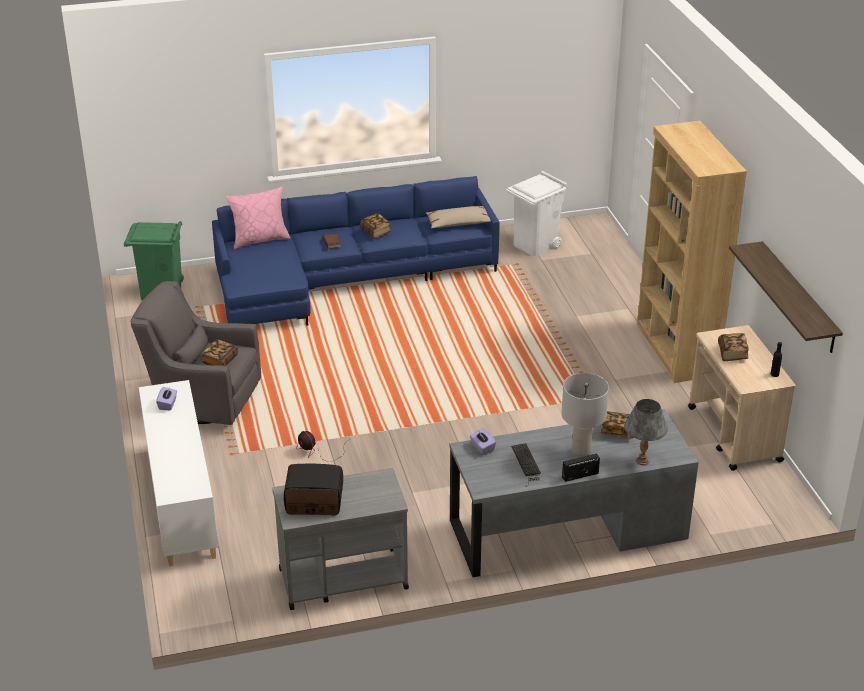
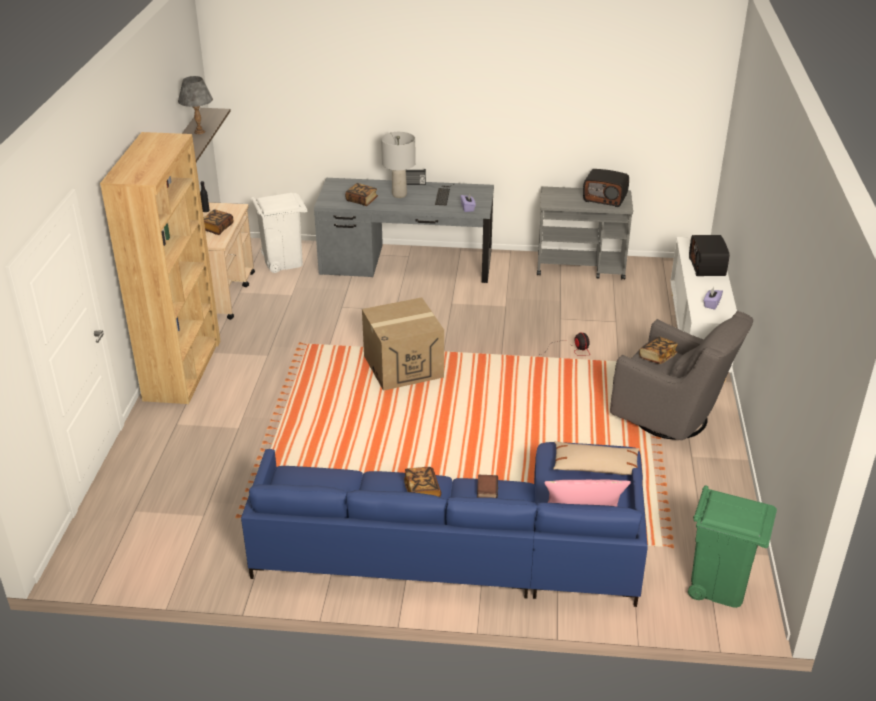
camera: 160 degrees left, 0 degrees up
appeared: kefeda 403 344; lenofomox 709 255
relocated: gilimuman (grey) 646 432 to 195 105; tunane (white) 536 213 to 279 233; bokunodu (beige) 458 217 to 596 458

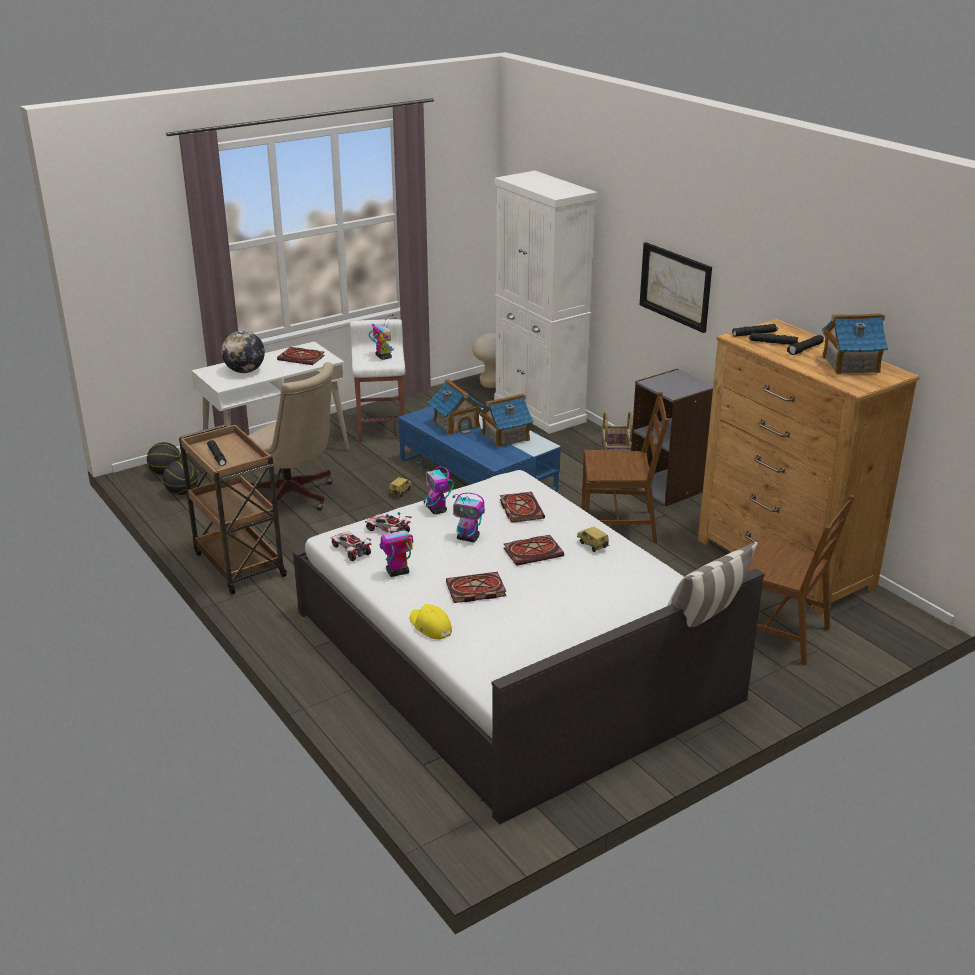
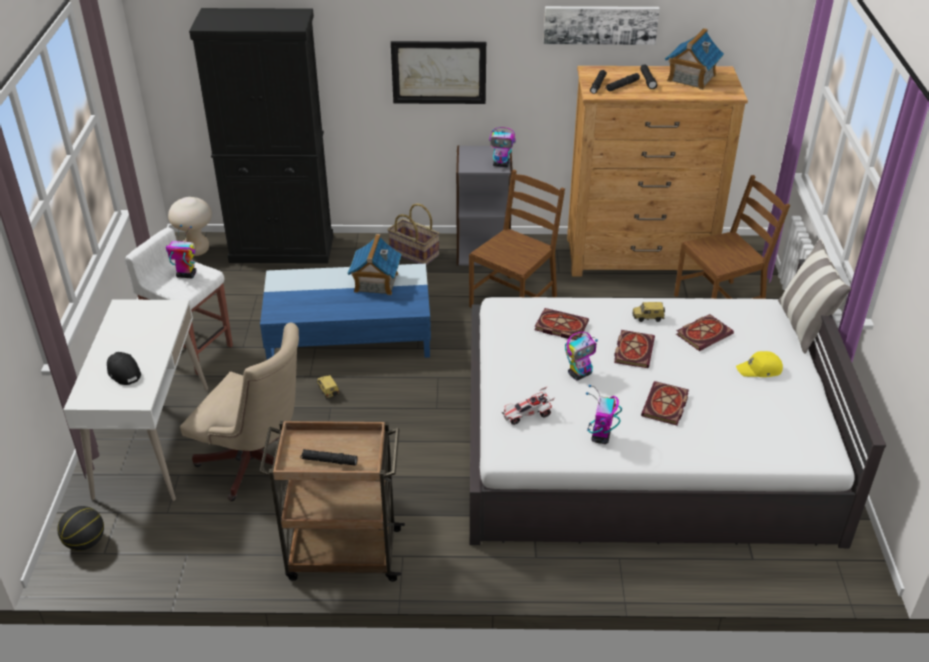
camera: 55 degrees left, 10 degrees up
missing: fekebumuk 180 478; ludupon 351 546; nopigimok 456 407
appeared: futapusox 601 25
relocated: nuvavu 435 488 to 502 147; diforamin 301 356 to 705 332; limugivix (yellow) 431 621 to 759 364
exchanged: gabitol 243 352 to limugivix (black) 124 368
colour: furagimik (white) 545 302 to furagimik (black) 261 136
spun: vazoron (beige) 291 436 = 239 412 45 degrees clockwise

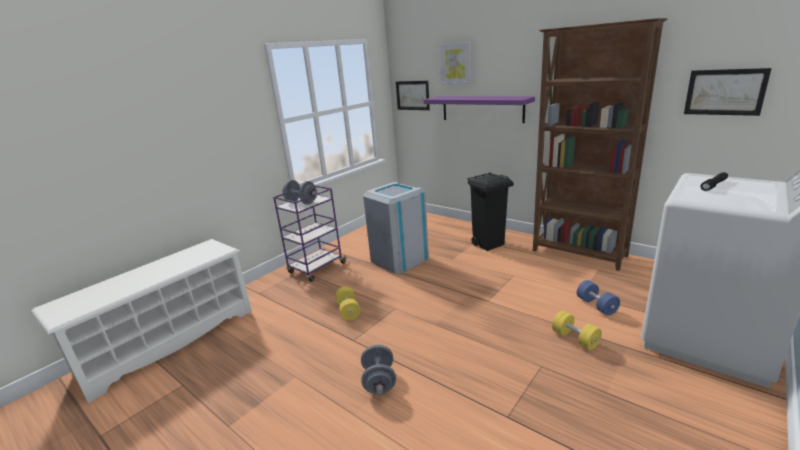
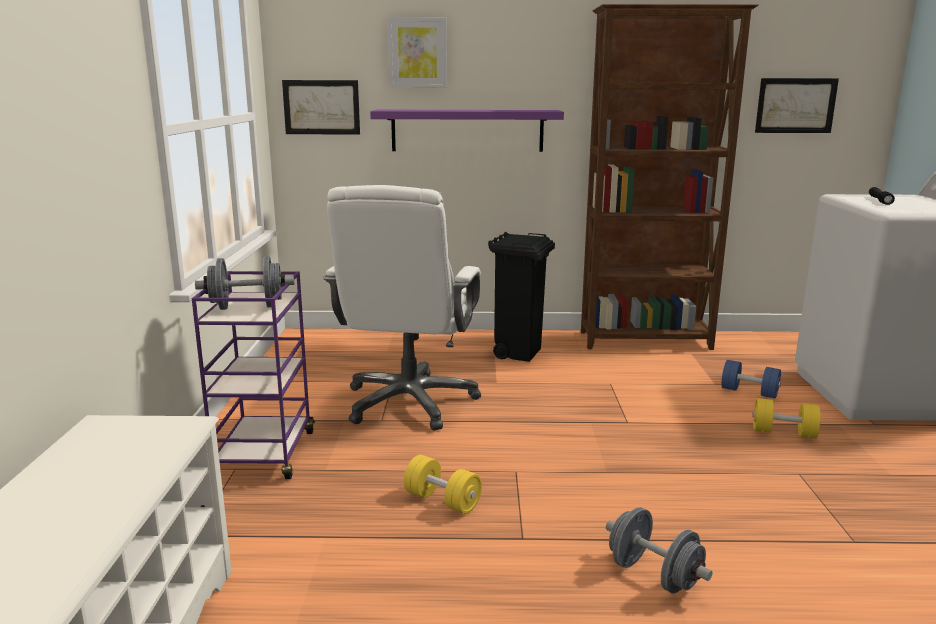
camera: 40 degrees left, 5 degrees down
exchanged: tunane (grey) 396 228 to vazoron (white) 402 308

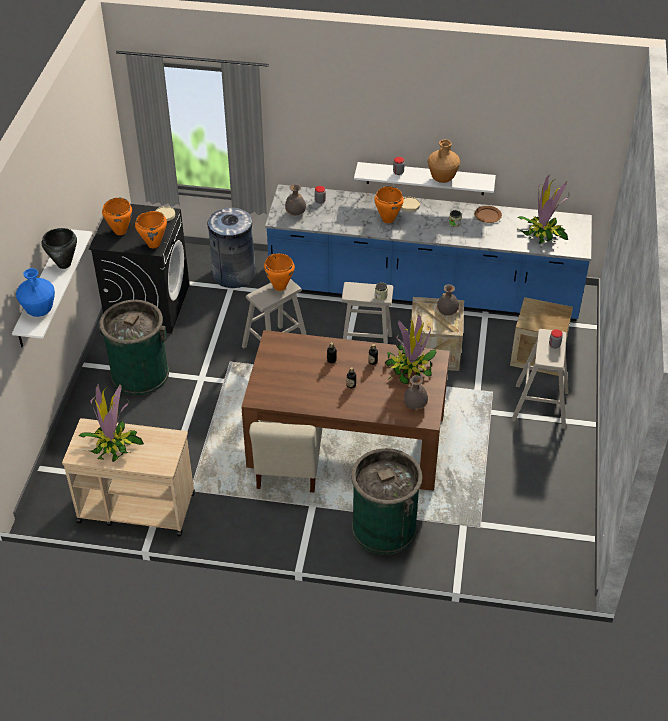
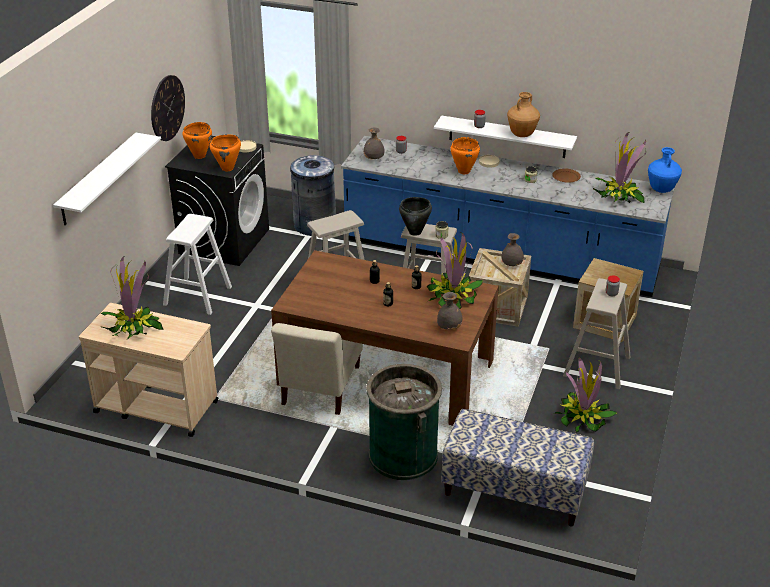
camera: 10 degrees right, 10 degrees down
missing: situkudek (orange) 279 272
appeared: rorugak 168 108; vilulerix 517 468; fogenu 586 395
relocated: situkudek (black) 59 248 to 415 216; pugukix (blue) 35 292 to 665 170
exchanged: tunane (green) 133 347 to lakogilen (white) 197 264

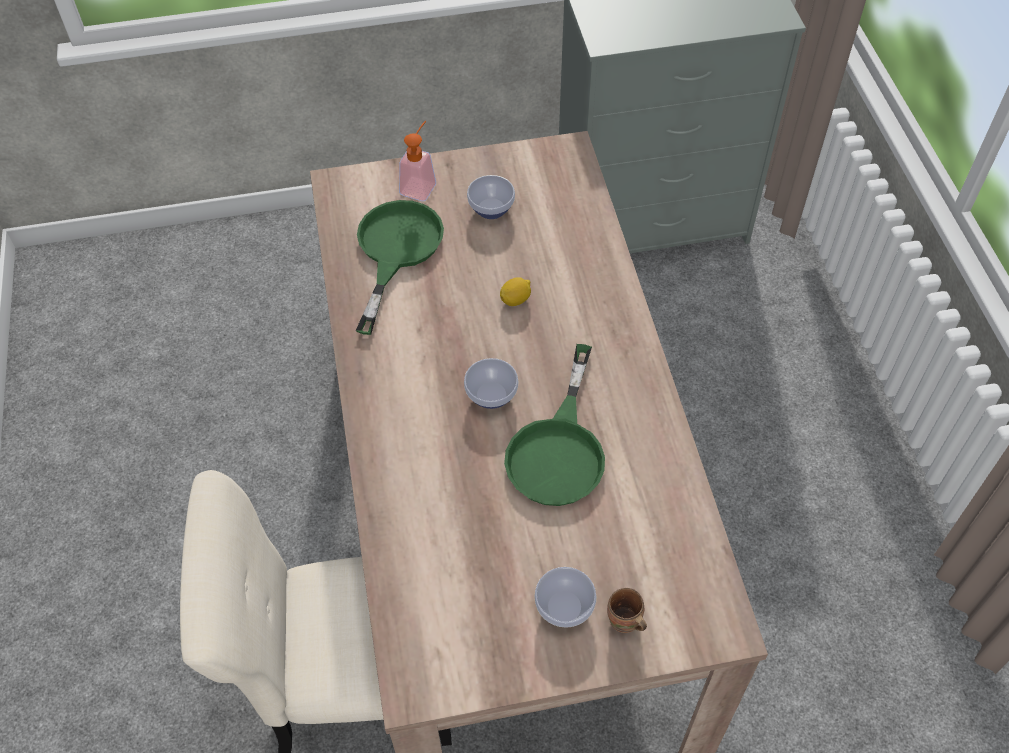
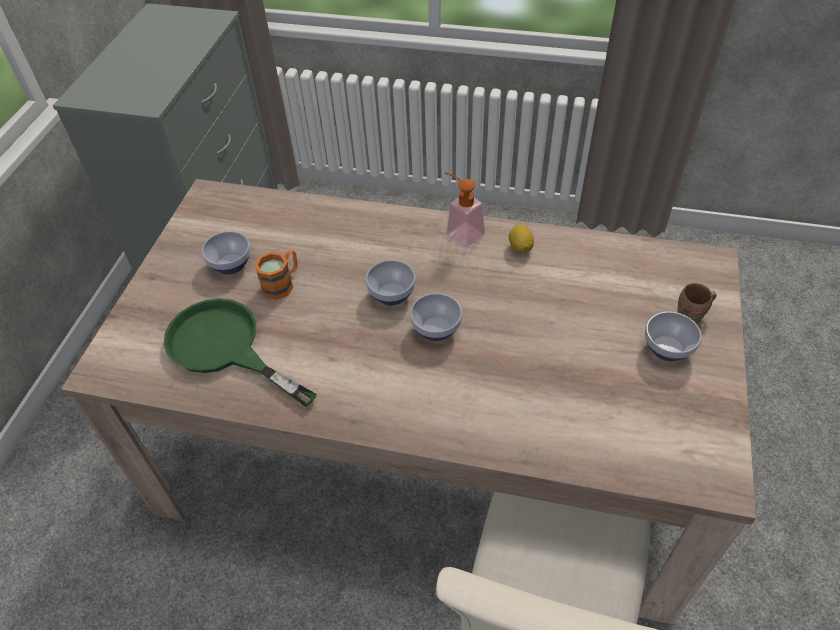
camera: 65 degrees left, 5 degrees down
missing: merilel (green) 554 425
appeared: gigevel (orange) 276 274; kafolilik 391 282
relocated: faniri 417 161 to 465 210; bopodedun 515 291 to 521 239

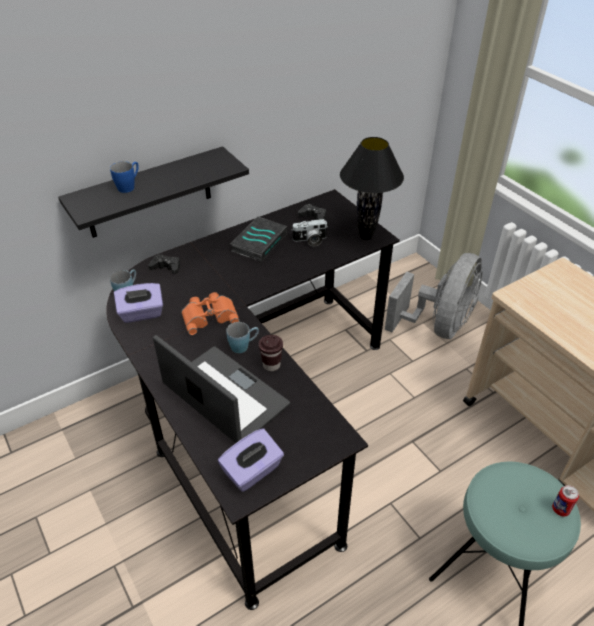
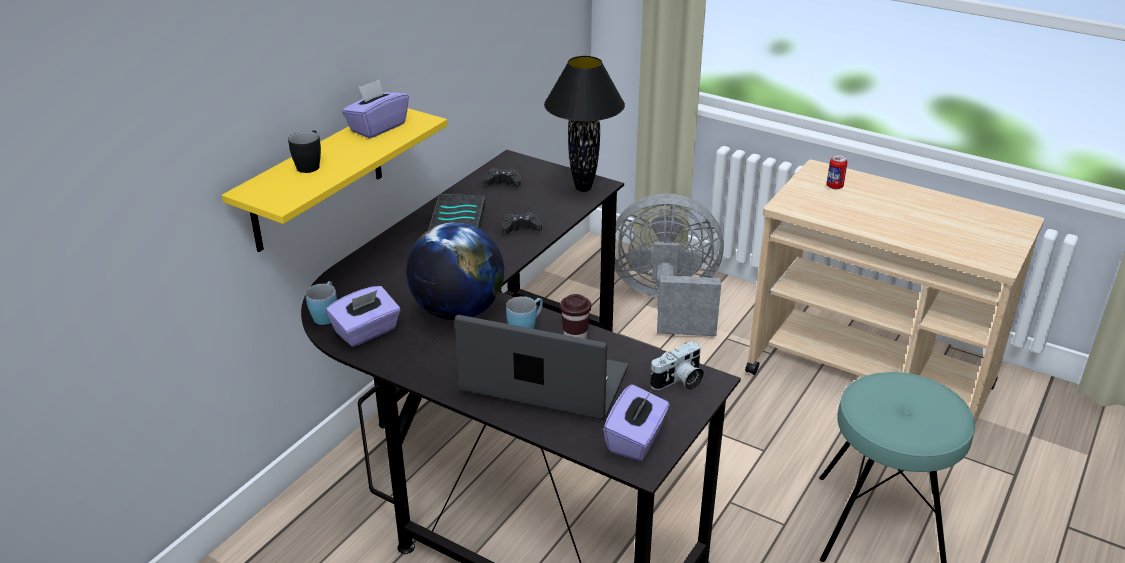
camera: 25 degrees left, 10 degrees down
appeared: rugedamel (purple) 375 109
relocated: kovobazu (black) 164 264 to 522 223; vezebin 309 233 to 677 365; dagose 565 500 to 837 172
exchanged: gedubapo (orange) 210 313 to gabitol 455 271
colour: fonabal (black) 153 192 to fonabal (yellow) 334 180; gigevel (blue) 124 177 to gigevel (black) 304 151
spun: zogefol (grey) 434 296 = 669 264 90 degrees counterclockwise

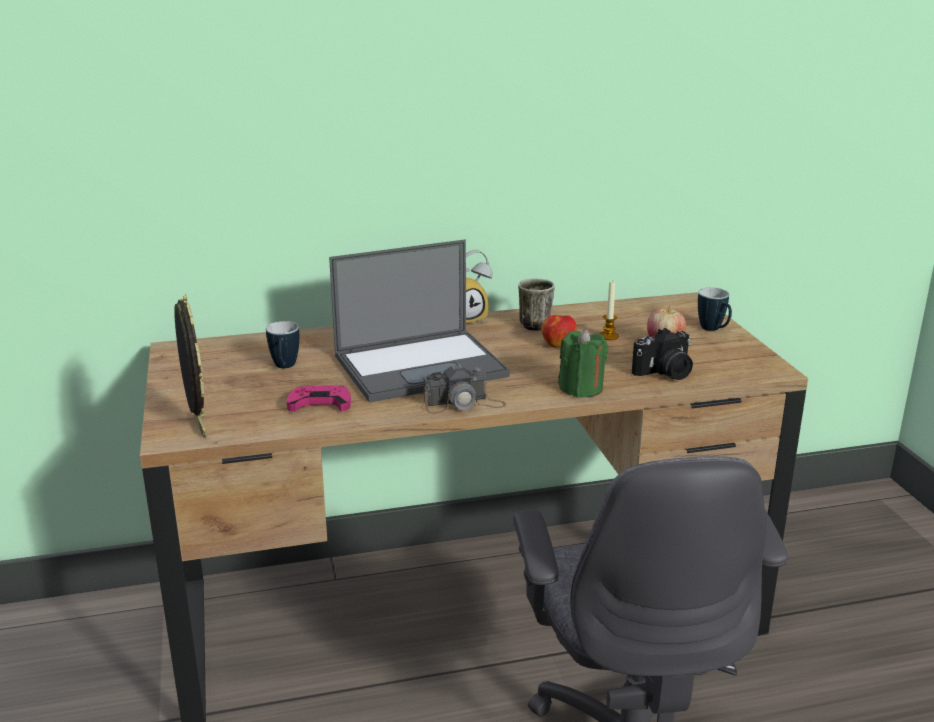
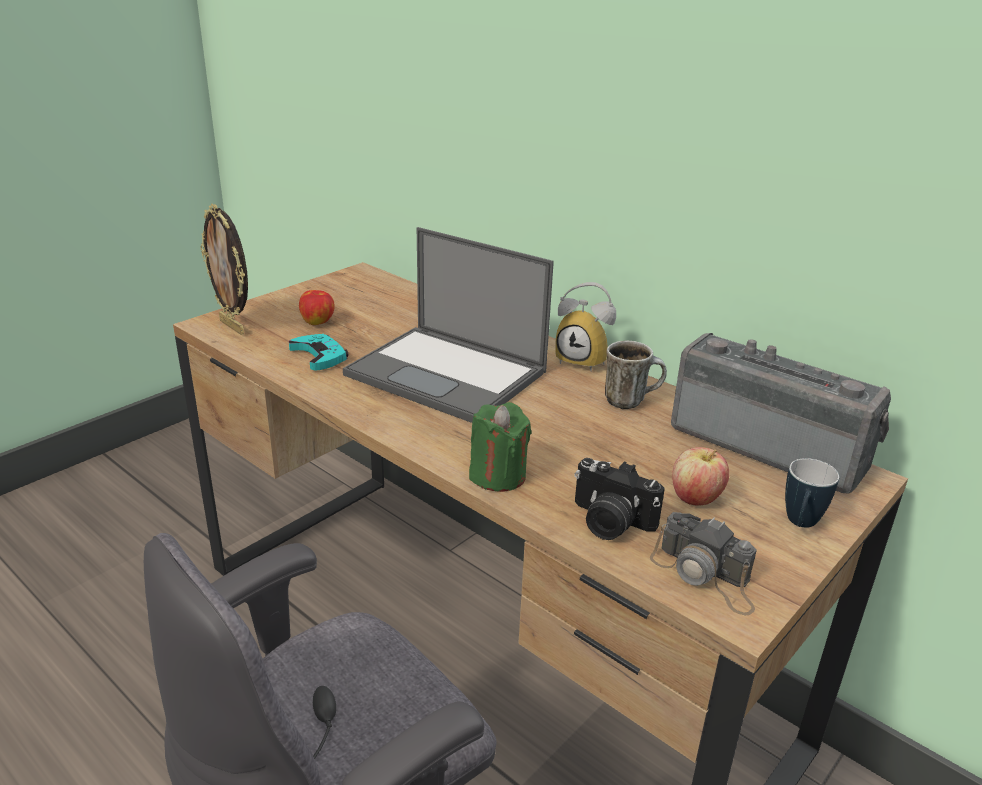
camera: 55 degrees right, 5 degrees up
missing: gigevel 282 344; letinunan 609 310
appeared: lenofomox 781 413
relocated: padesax 559 331 to 317 307; vezebin 464 388 to 703 563
colour: kovobazu (pink) 319 399 to kovobazu (turquoise) 318 352
spun: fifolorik 190 366 = 224 269 105 degrees clockwise

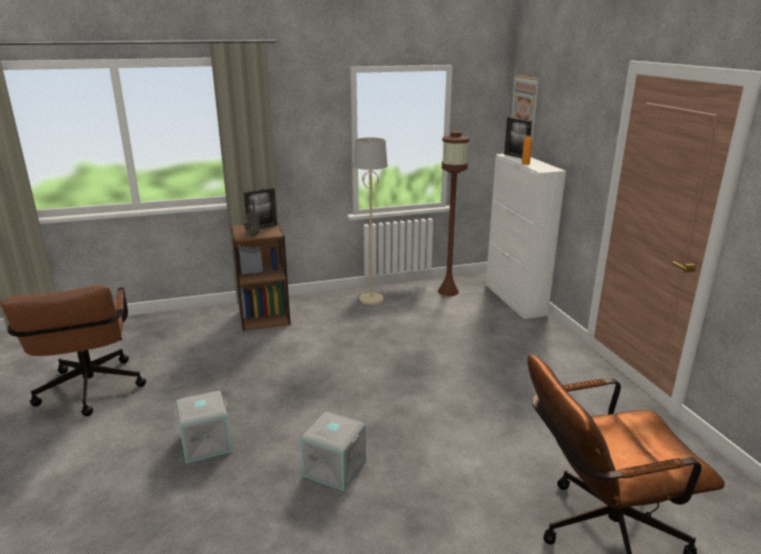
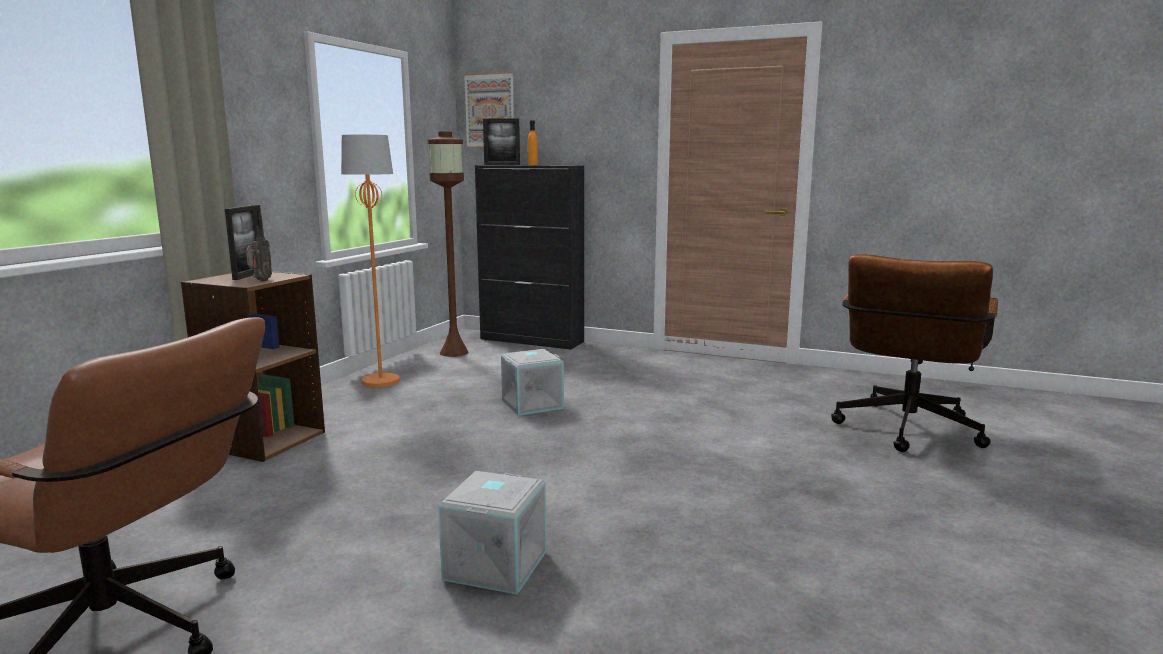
camera: 50 degrees left, 10 degrees down
relocated: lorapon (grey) 333 451 to 532 382
colour: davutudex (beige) 371 221 to davutudex (orange) 370 261; furagimik (white) 526 236 to furagimik (black) 529 257

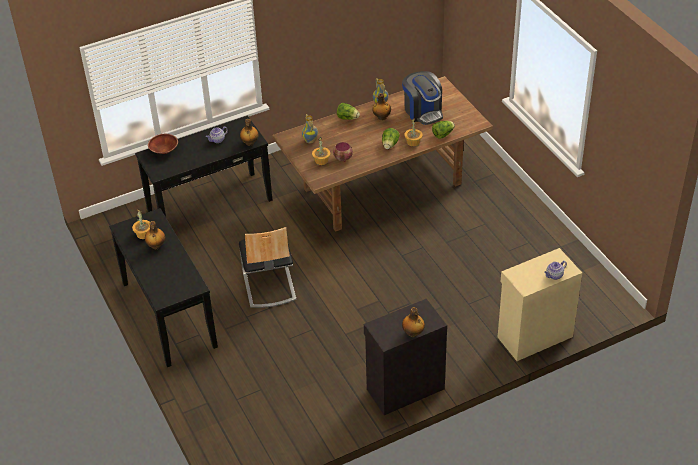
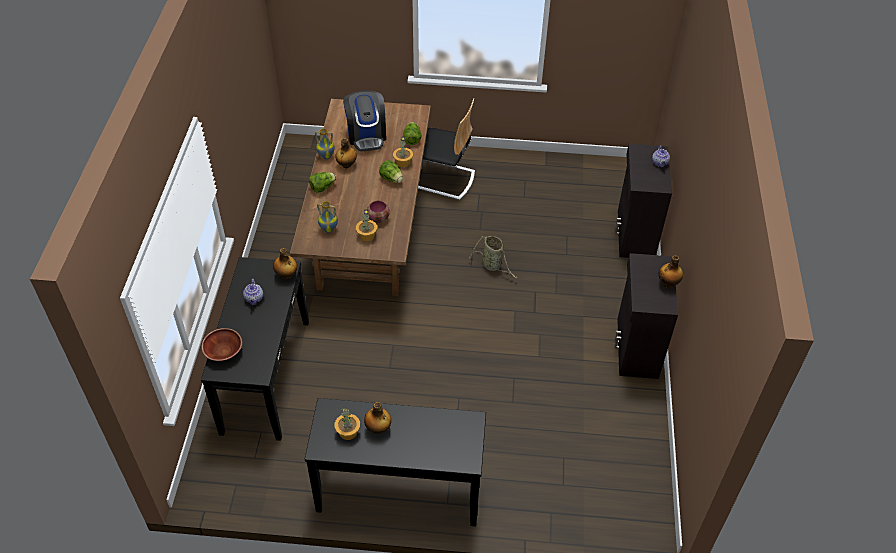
camera: 60 degrees left, 5 degrees up
appeared: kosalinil 493 257
relocated: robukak 267 267 to 446 149
colour: furagimik (beige) 540 304 to furagimik (black) 643 201
spun: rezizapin 422 98 = 364 120 75 degrees clockwise

